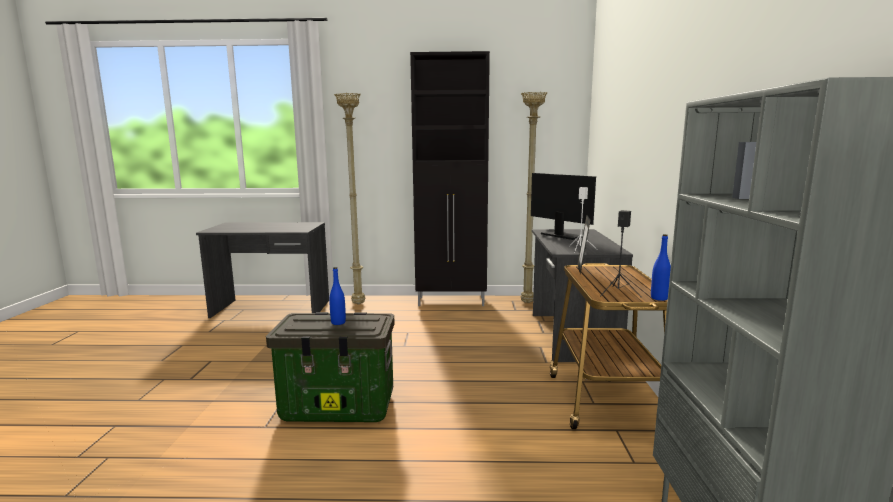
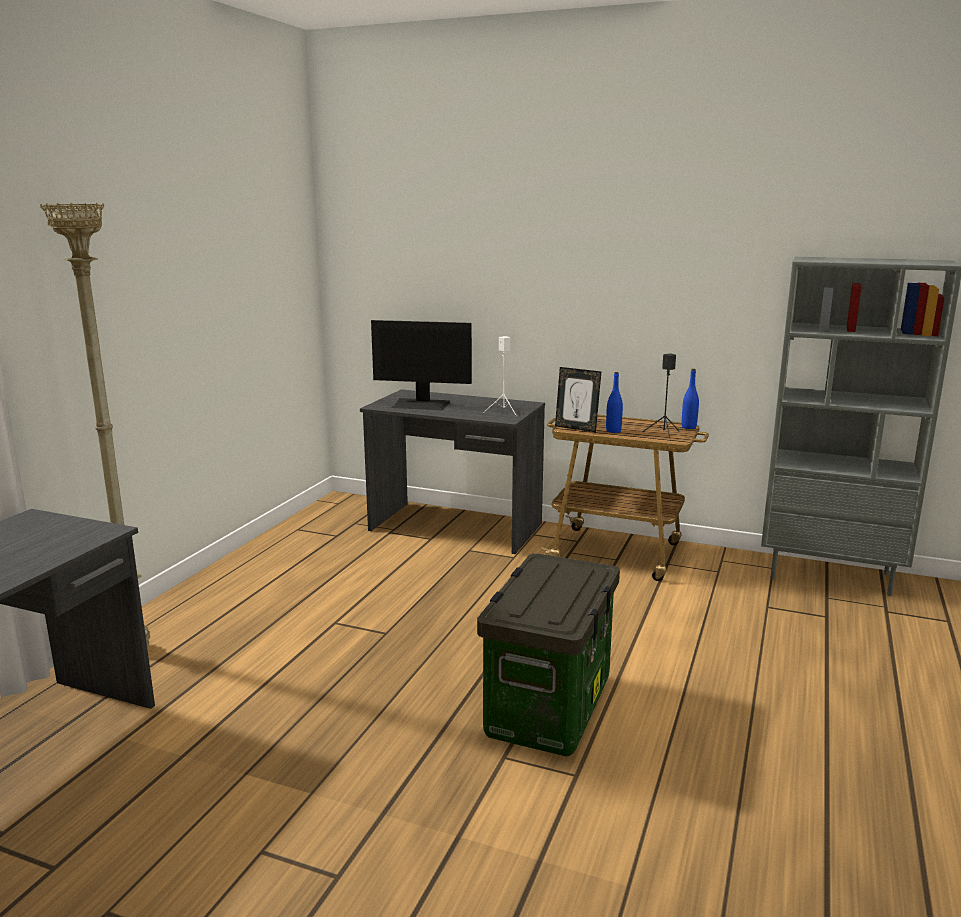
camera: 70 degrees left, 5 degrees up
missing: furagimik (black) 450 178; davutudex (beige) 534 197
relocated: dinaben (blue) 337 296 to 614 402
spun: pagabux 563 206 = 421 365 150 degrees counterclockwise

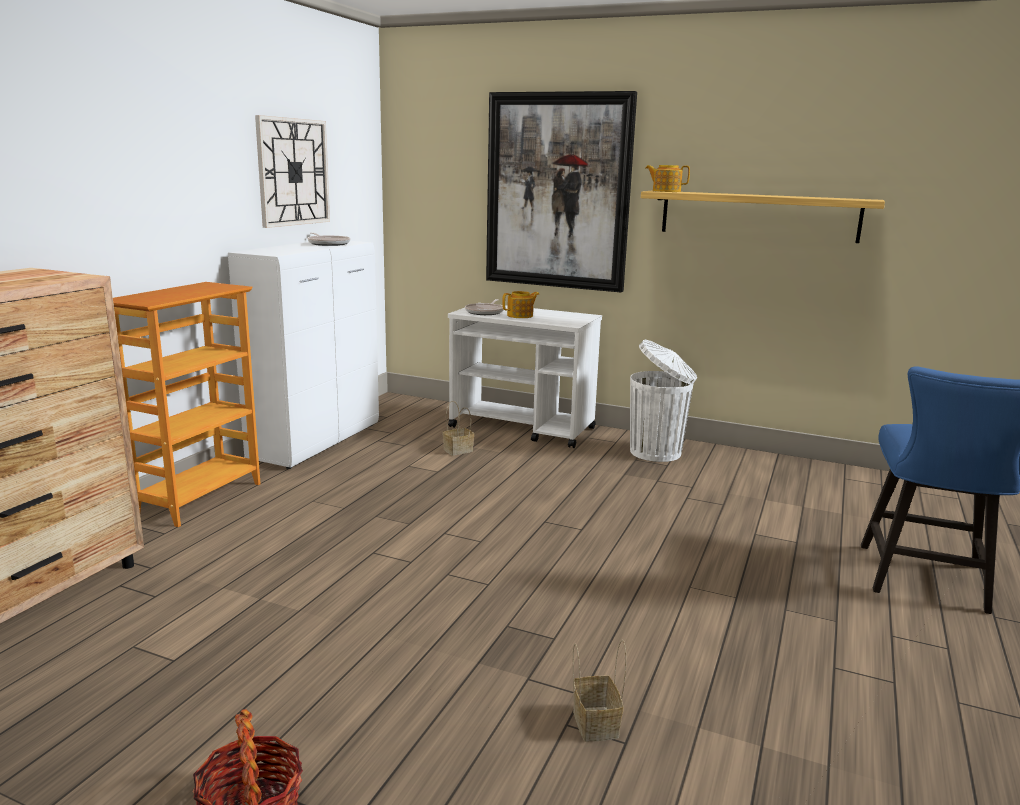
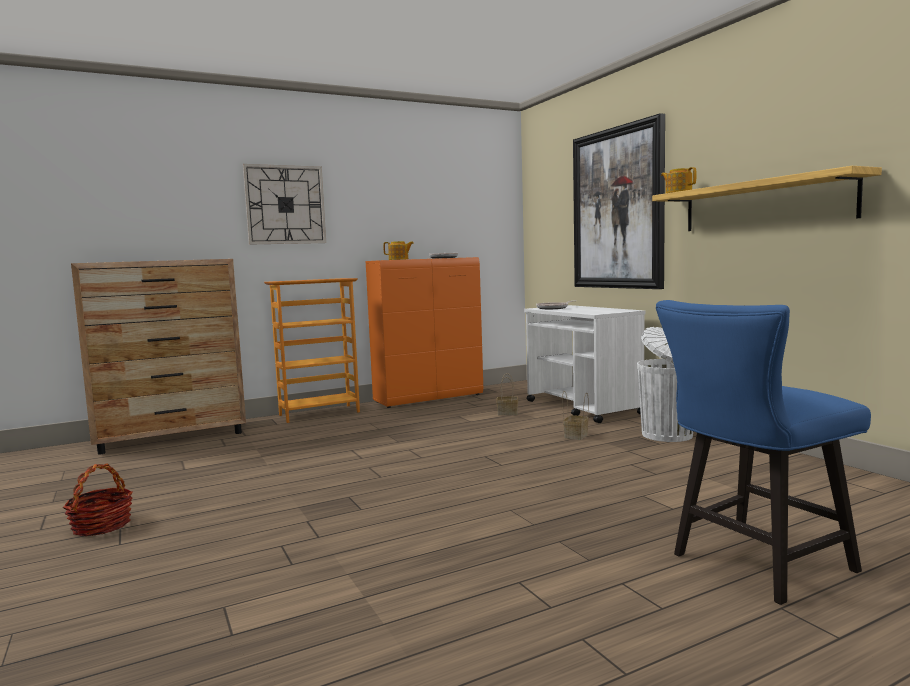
camera: 40 degrees right, 10 degrees down
relocated: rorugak 292 171 to 284 204; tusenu 520 304 to 398 250; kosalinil 599 691 to 575 415
colour: furagimik (white) 303 355 to furagimik (orange) 424 332

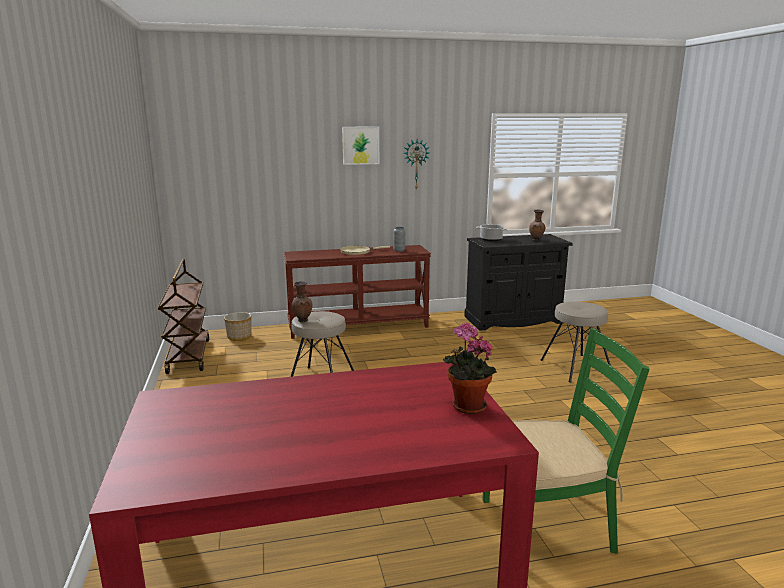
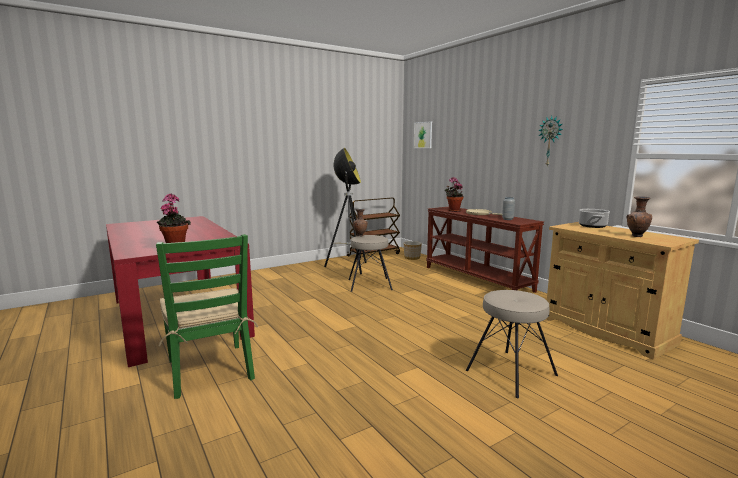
camera: 70 degrees right, 5 degrees down
appeared: davutudex 345 211; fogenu 454 194
relocated: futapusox 360 146 to 423 134
colour: furagimik (black) 518 282 to furagimik (beige) 622 291

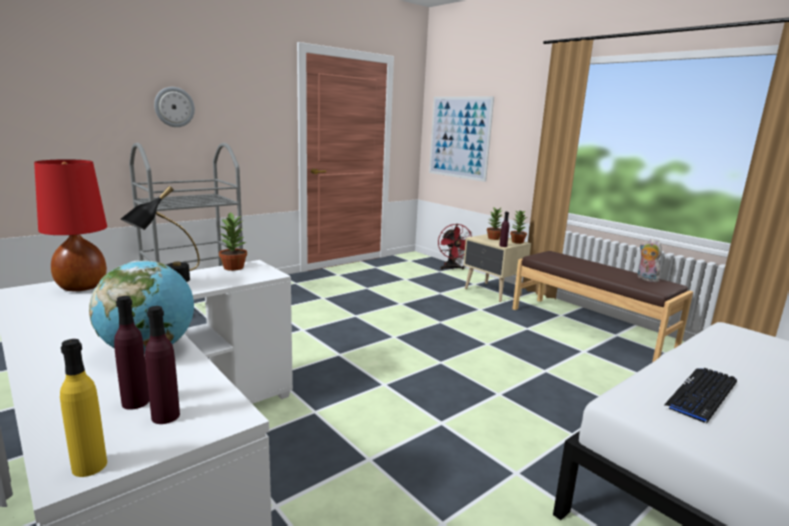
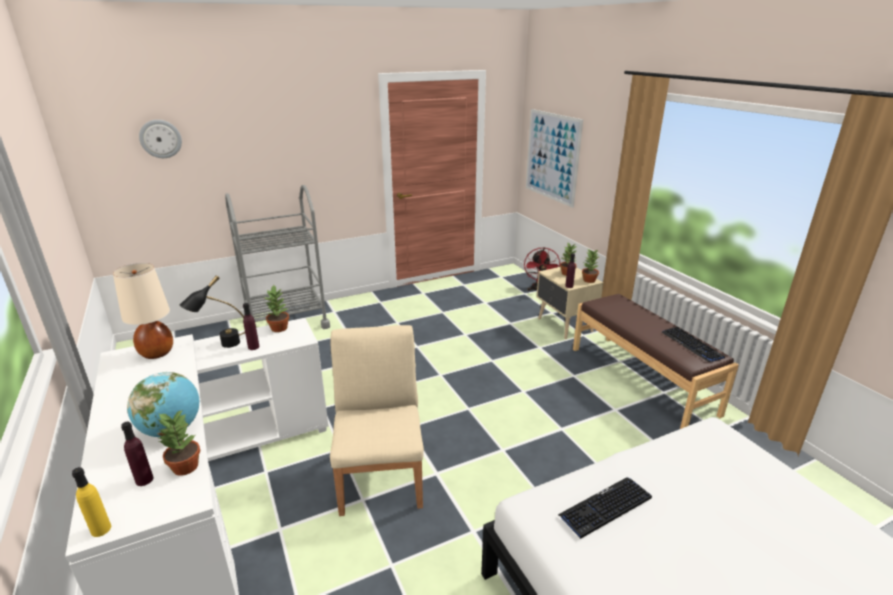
camera: 15 degrees right, 10 degrees up
appeared: fogenu 179 442; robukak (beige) 377 420
relocated: rorugak 174 107 to 160 139; dinaben (purple) 162 365 to 251 326
exchanged: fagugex 650 260 to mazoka 693 344
colour: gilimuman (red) 70 225 to gilimuman (beige) 143 311

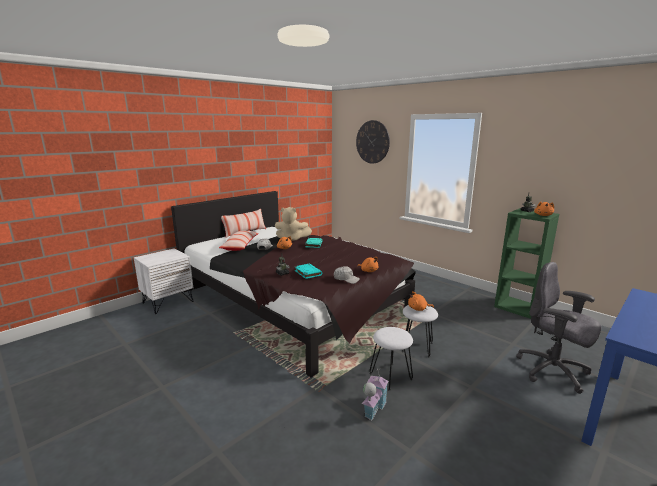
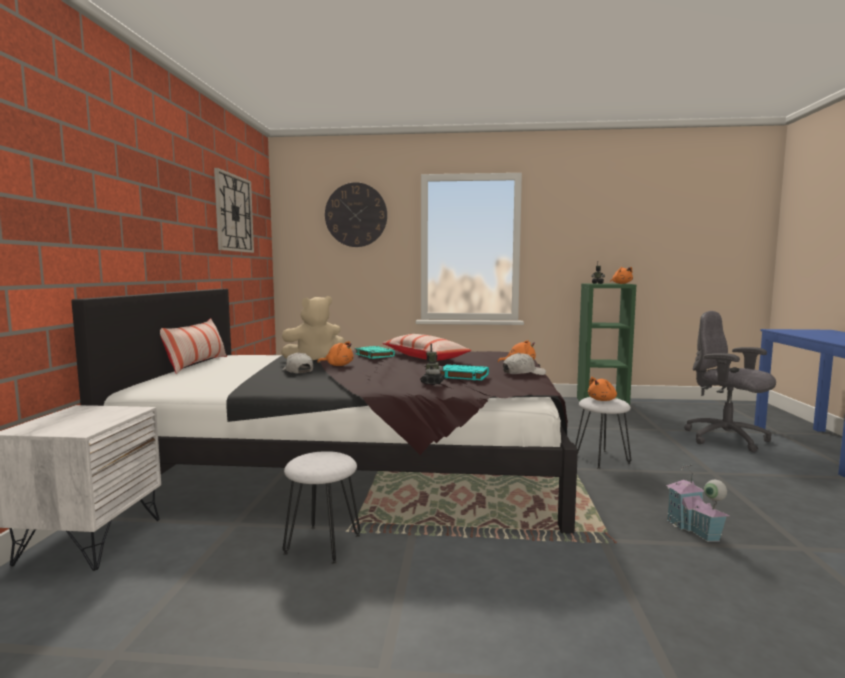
camera: 40 degrees left, 10 degrees down
appeared: rorugak 234 210
relocated: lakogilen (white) 391 359 to 322 507; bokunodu 239 241 to 426 347
spun: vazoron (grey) 559 328 = 730 381 45 degrees clockwise

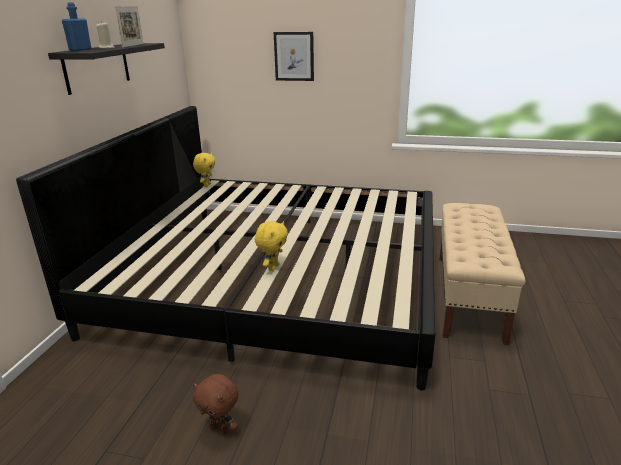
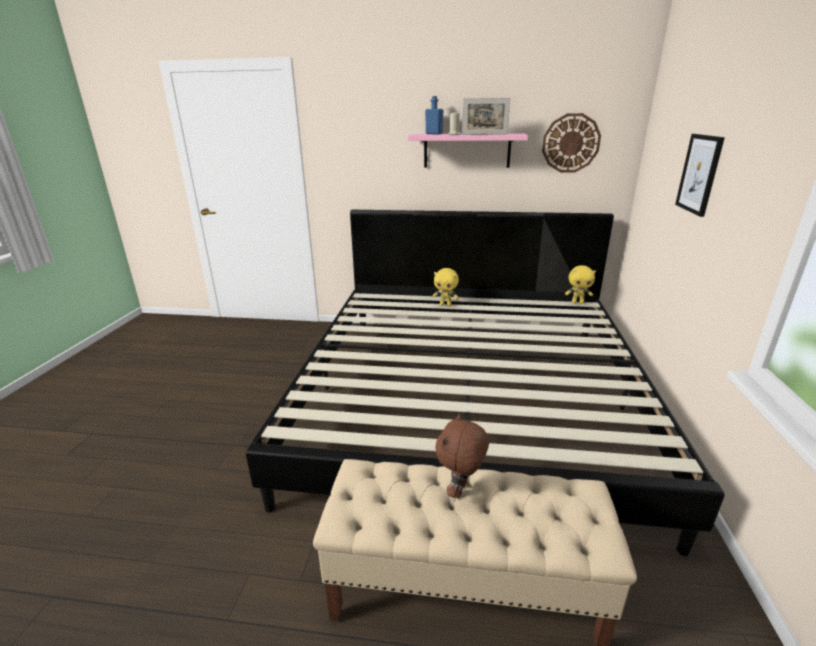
camera: 85 degrees right, 0 degrees up
appeared: rorugak 571 143
relocated: fagugex (yellow) 271 246 to 446 287; fagugex (brown) 216 404 to 462 456
colour: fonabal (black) 106 69 to fonabal (pink) 468 150

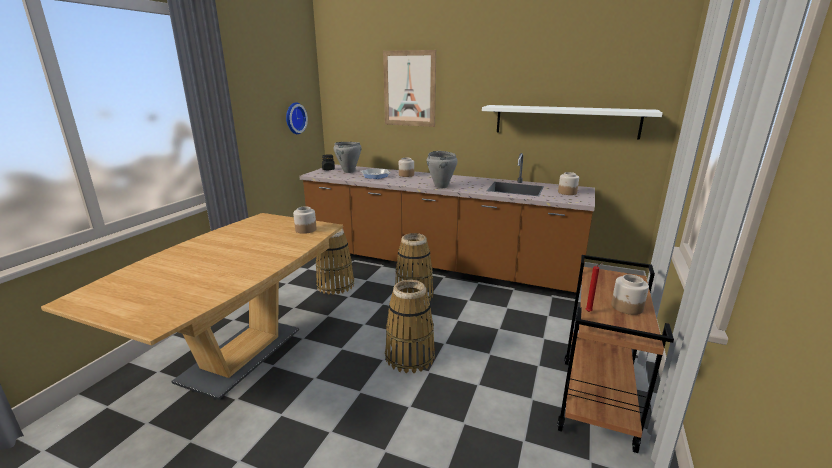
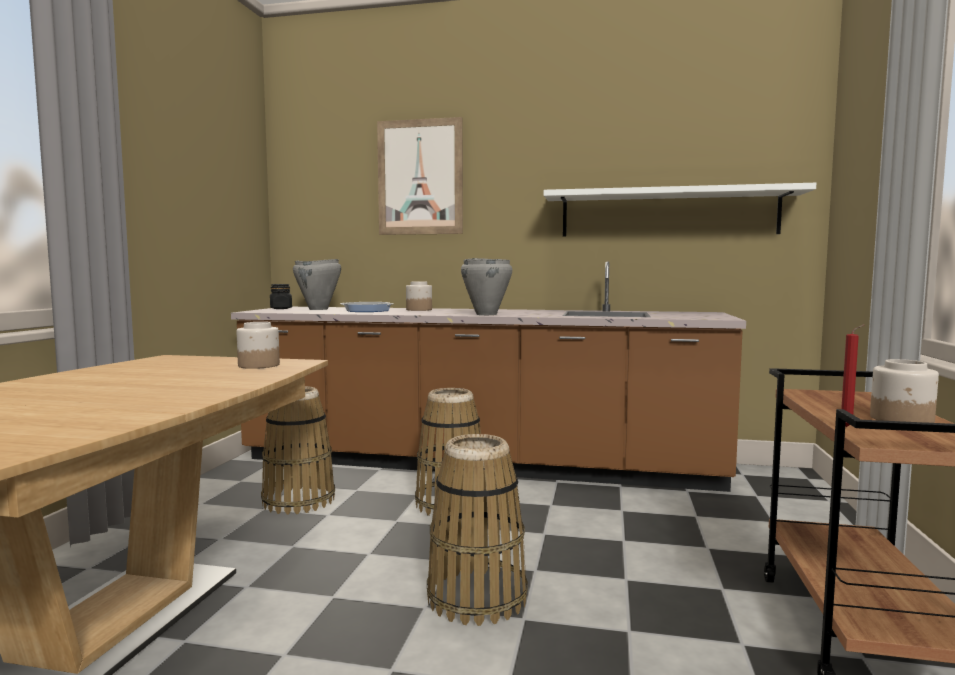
camera: 10 degrees left, 15 degrees down
missing: rorugak 297 118; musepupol 568 183

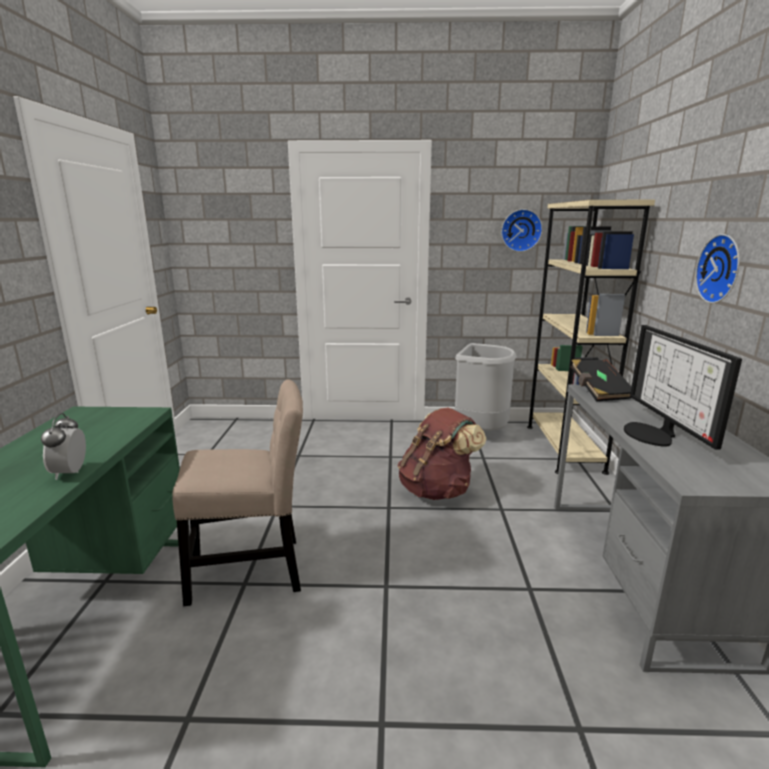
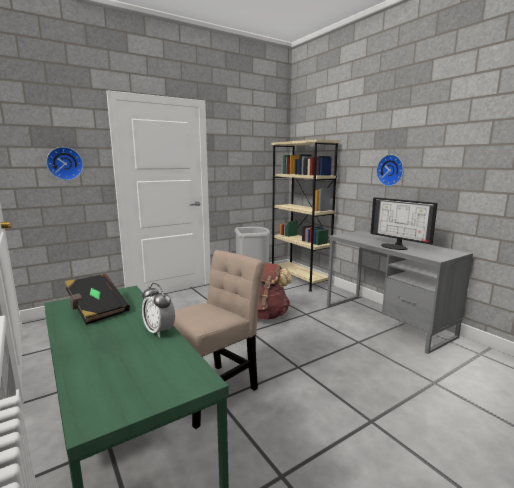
camera: 35 degrees left, 5 degrees down
relocated: rorugak 522 230 to 64 163; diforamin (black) 601 380 to 97 299

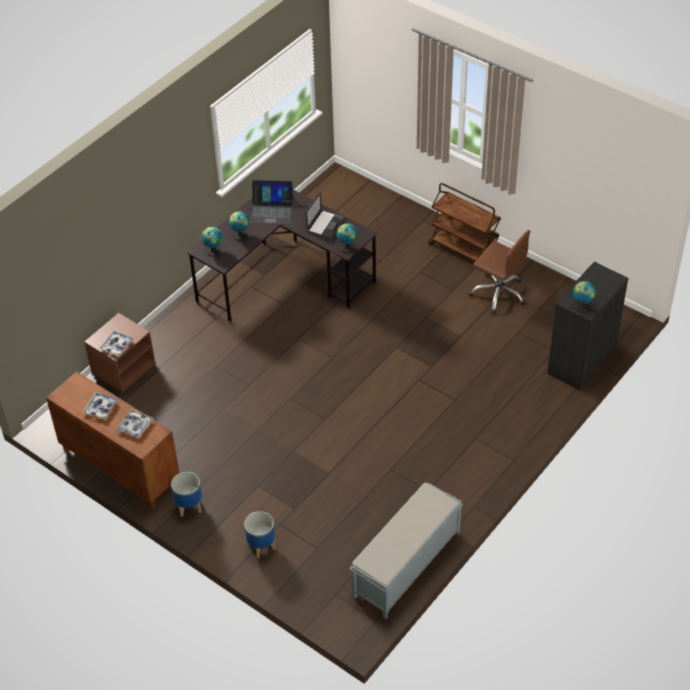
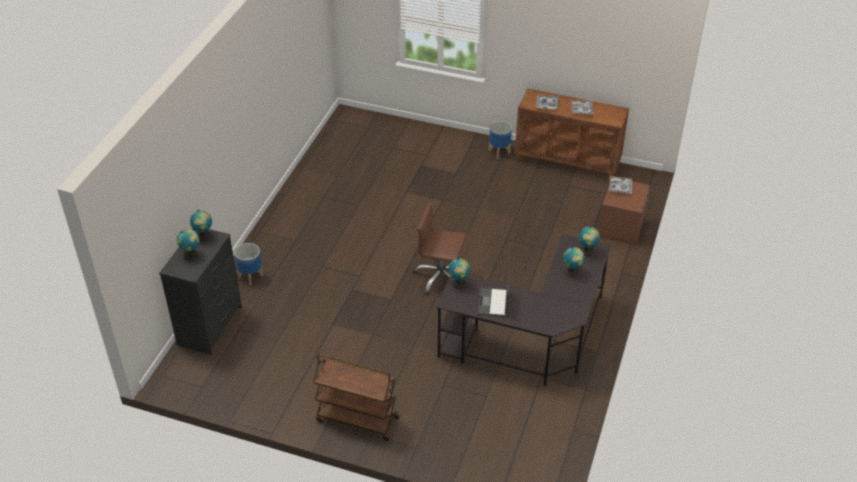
camera: 160 degrees right, 5 degrees down
missing: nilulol 271 202; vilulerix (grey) 406 551
appeared: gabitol 188 244
relocated: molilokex 260 535 to 248 264; vazoron (brown) 499 272 to 439 248

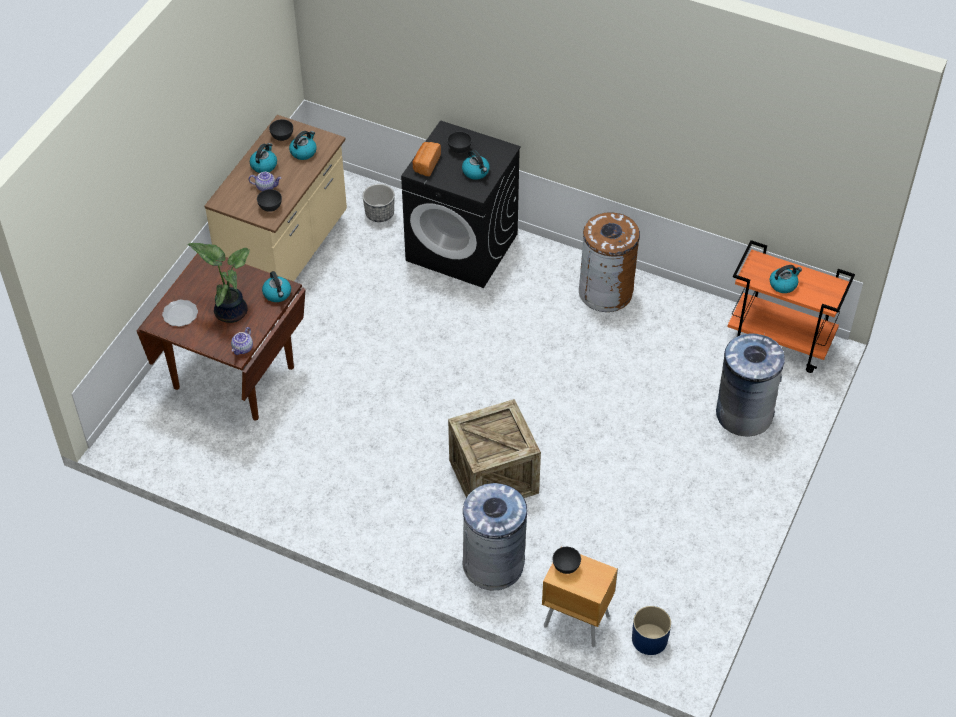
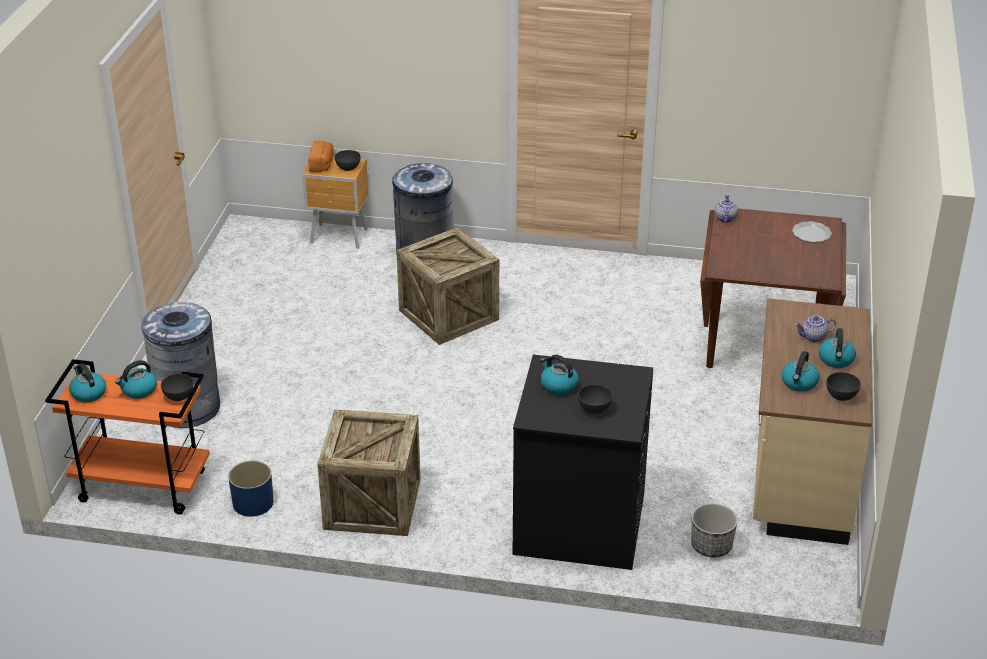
camera: 165 degrees right, 15 degrees down
missing: fogenu 218 283
relocated: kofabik 276 286 to 87 382; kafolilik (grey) 269 200 to 177 387; molilokex (blue) 651 630 to 250 489; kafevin 427 159 to 321 156
exchanged: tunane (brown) 609 262 to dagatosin 369 472

